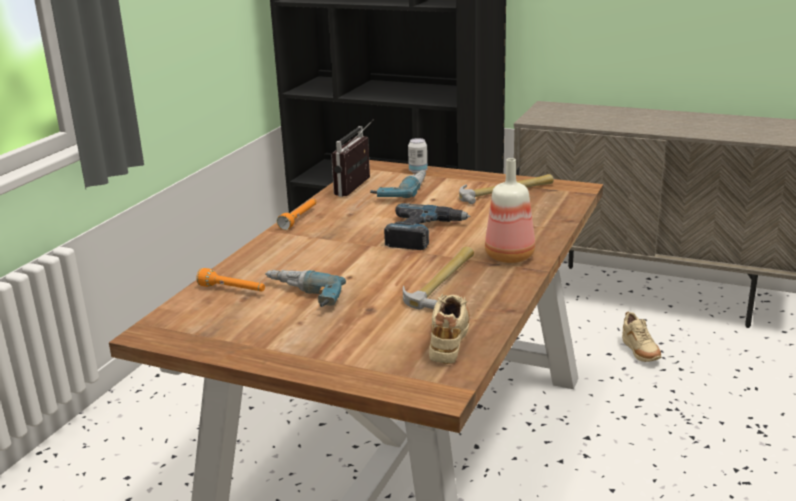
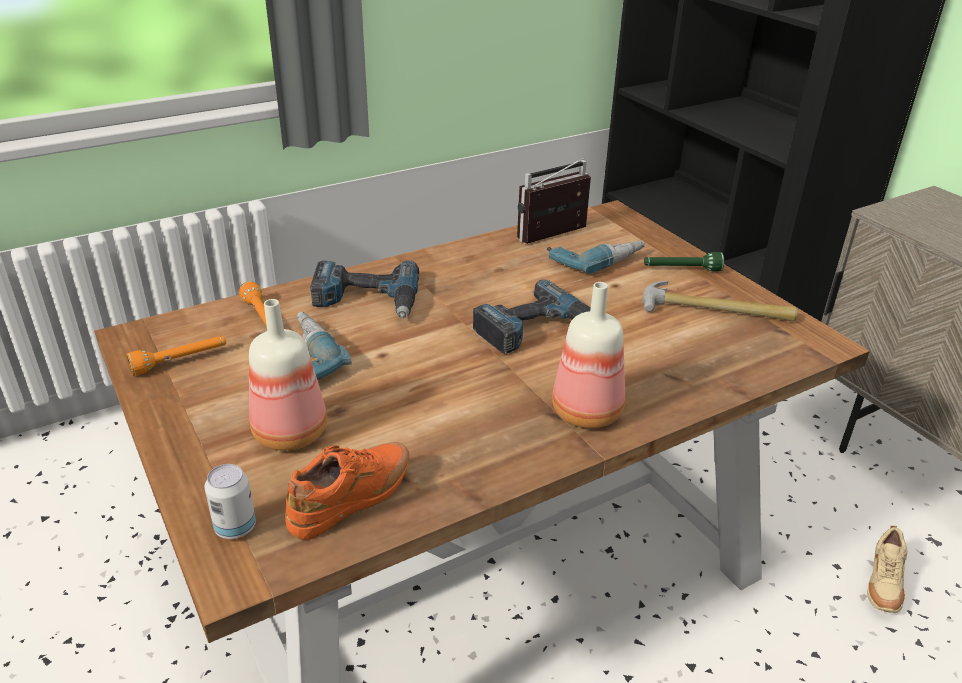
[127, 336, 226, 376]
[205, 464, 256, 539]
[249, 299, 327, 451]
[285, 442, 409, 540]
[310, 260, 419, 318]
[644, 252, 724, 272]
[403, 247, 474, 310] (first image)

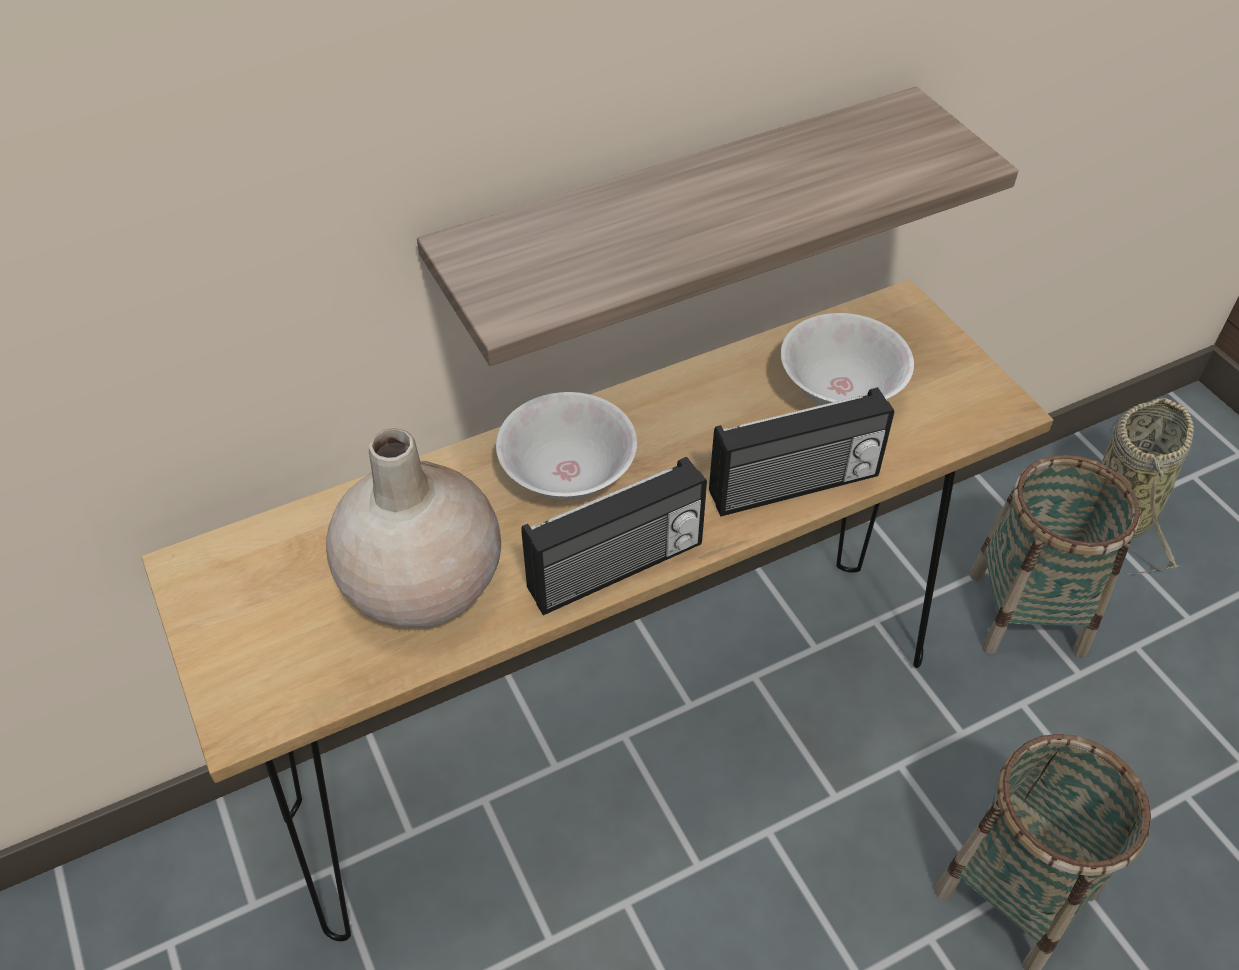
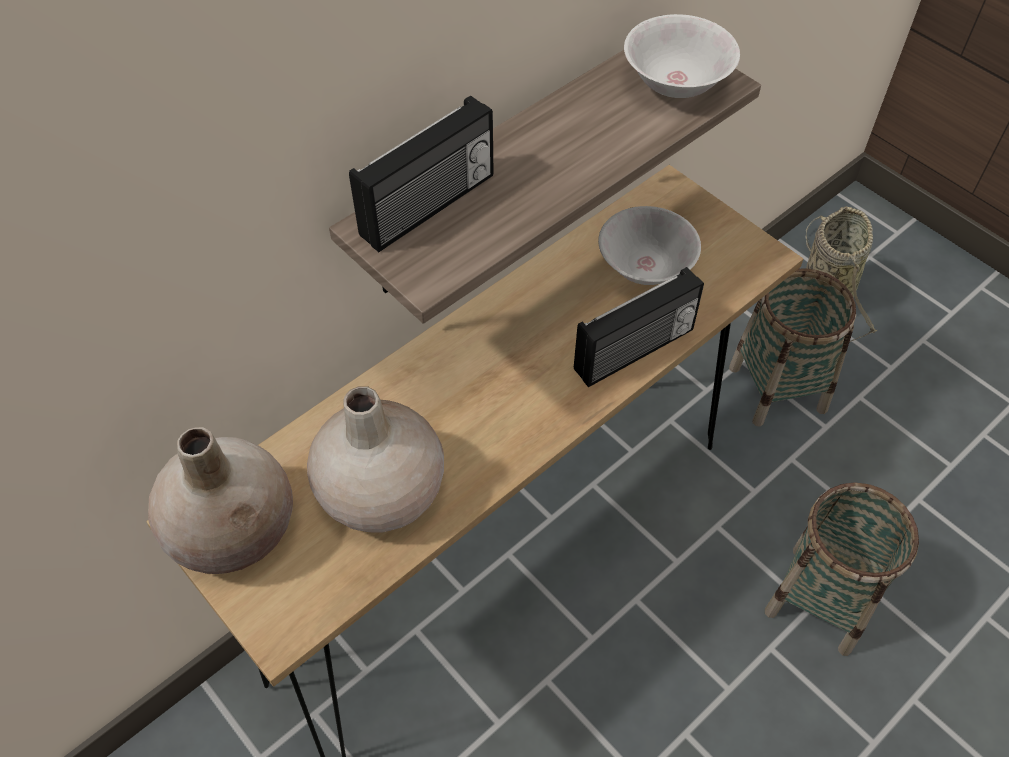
[148, 427, 293, 574]
[349, 95, 493, 252]
[624, 14, 740, 98]

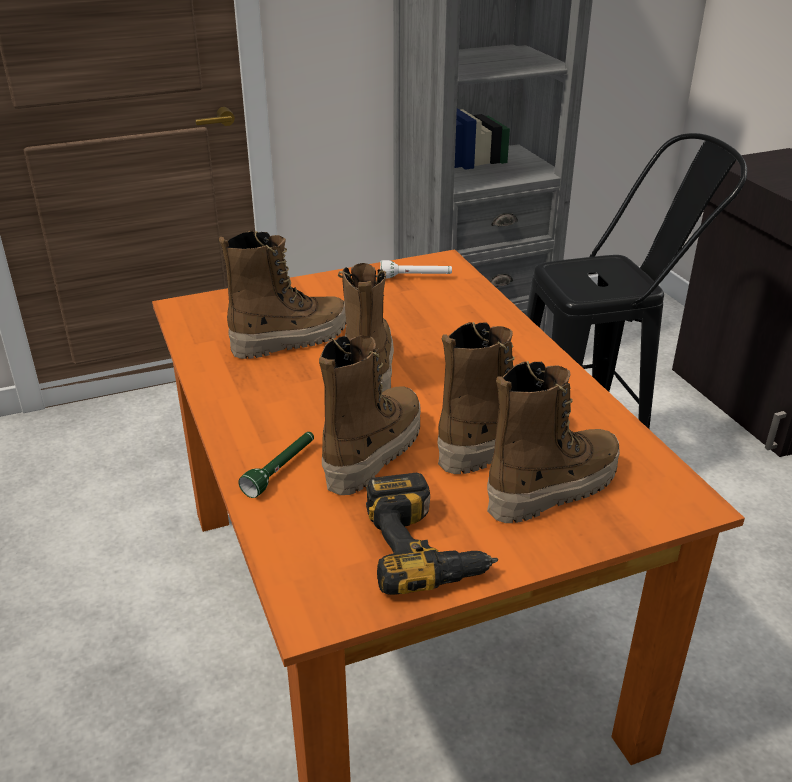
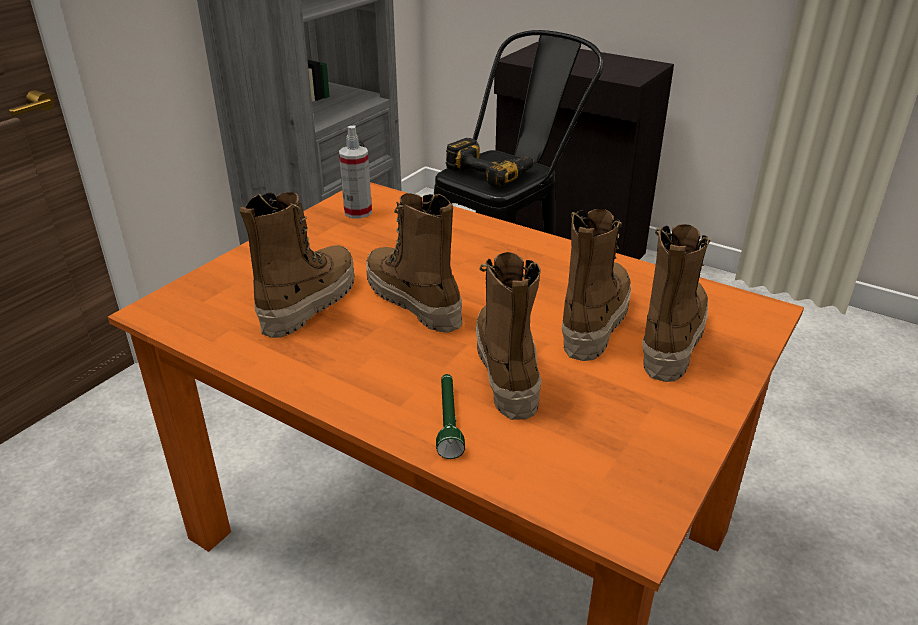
[339, 126, 372, 219]
[446, 138, 534, 187]

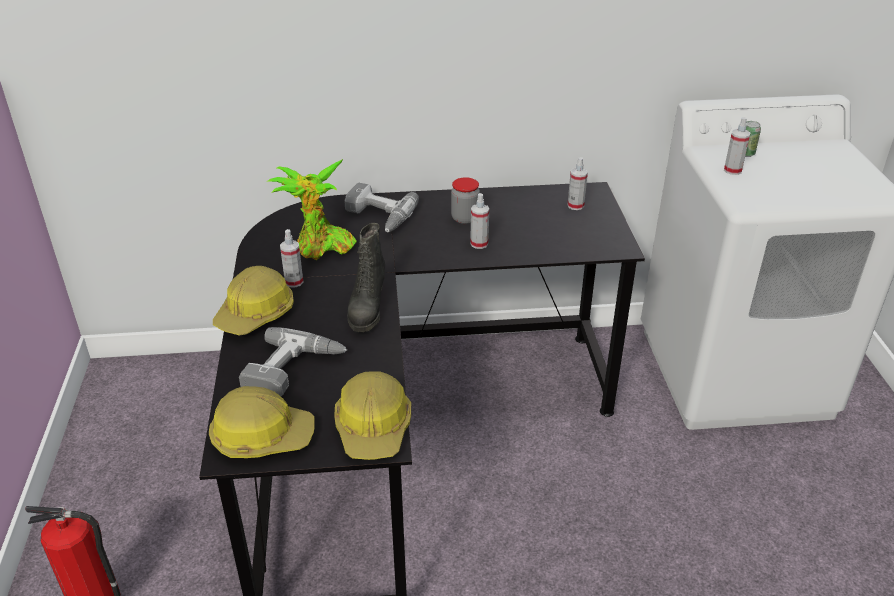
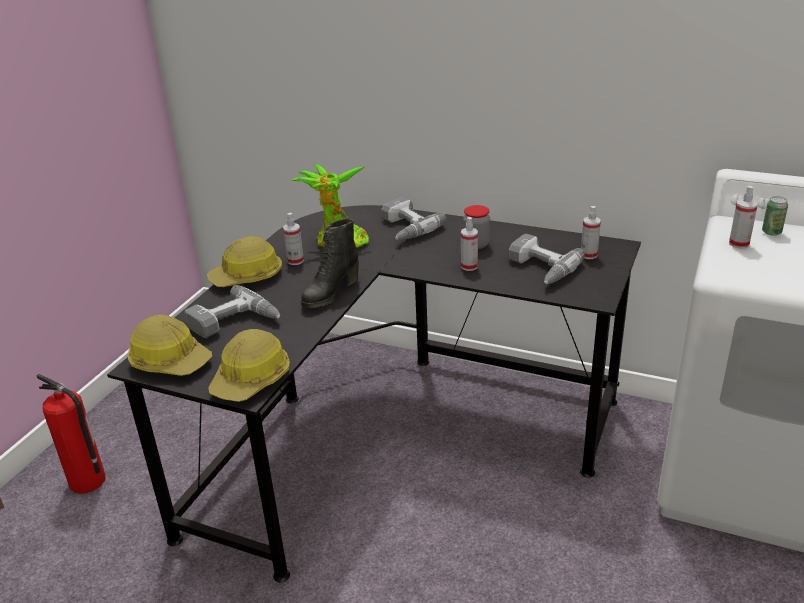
[509, 234, 585, 284]

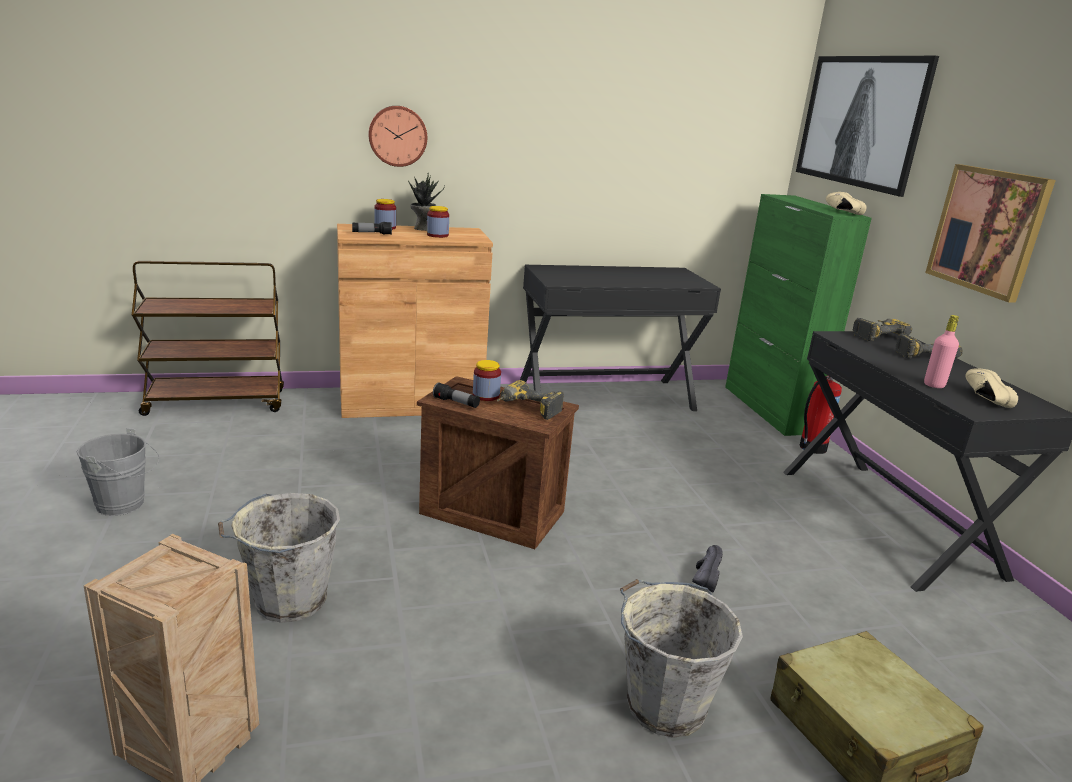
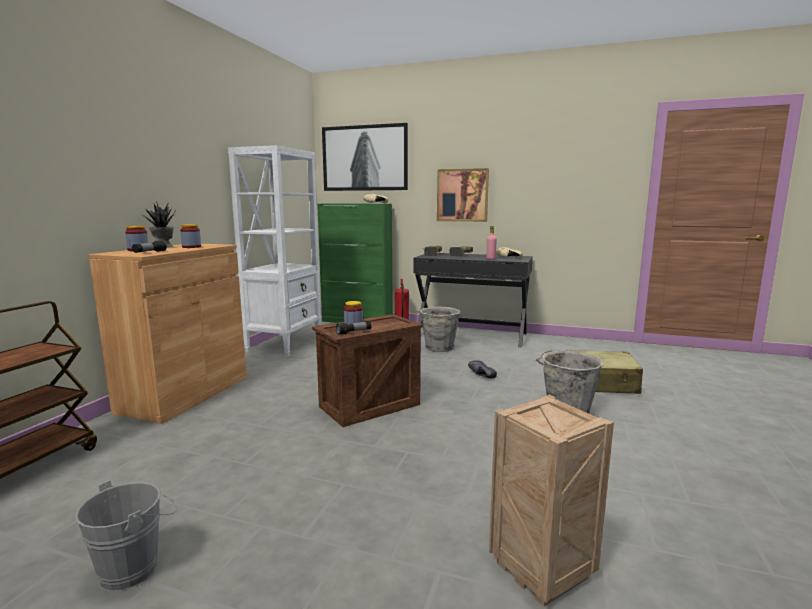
[228, 145, 321, 357]
[418, 307, 461, 352]
[368, 106, 427, 167] (first image)
[497, 380, 564, 420] (first image)

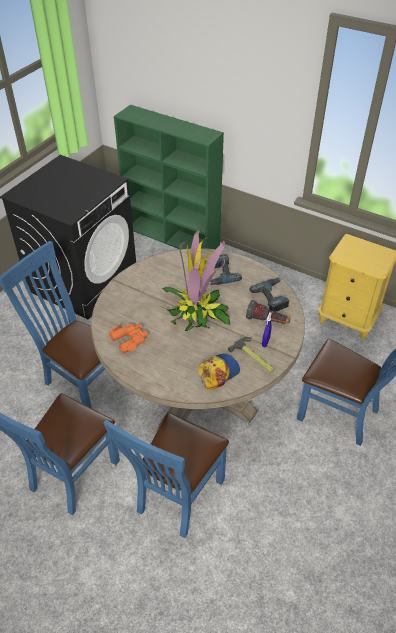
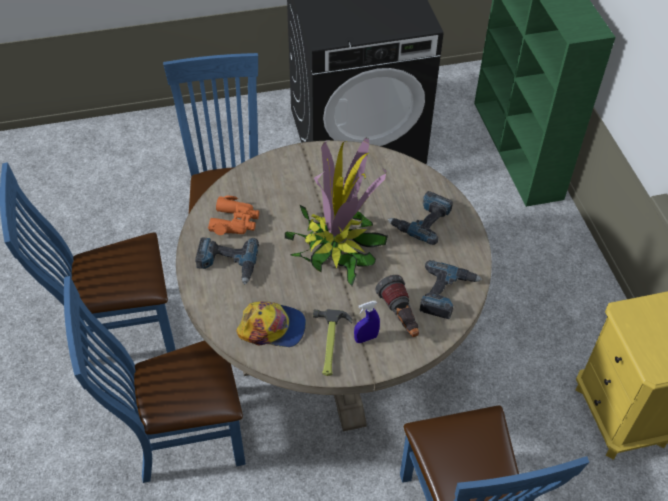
[195, 237, 259, 285]

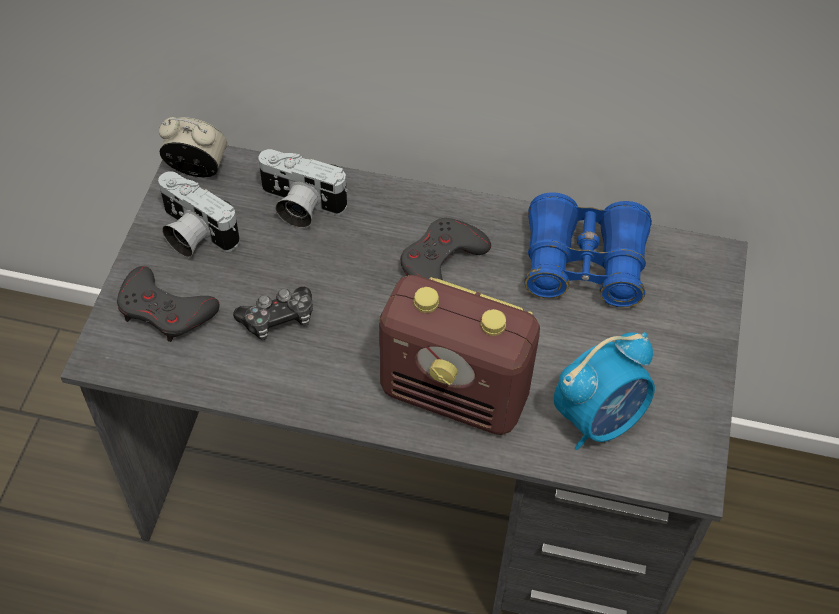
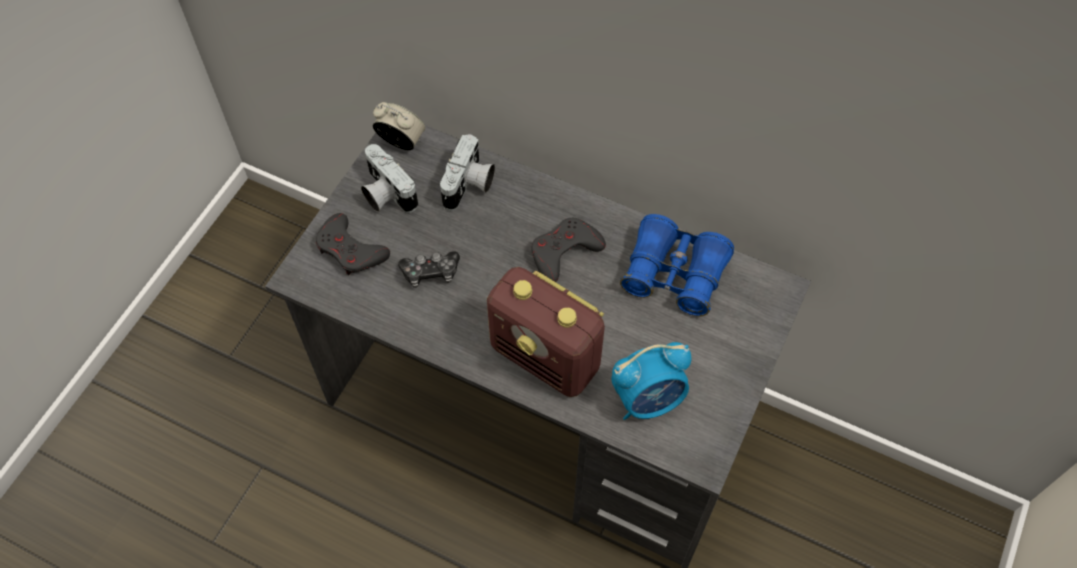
[440, 134, 495, 211]

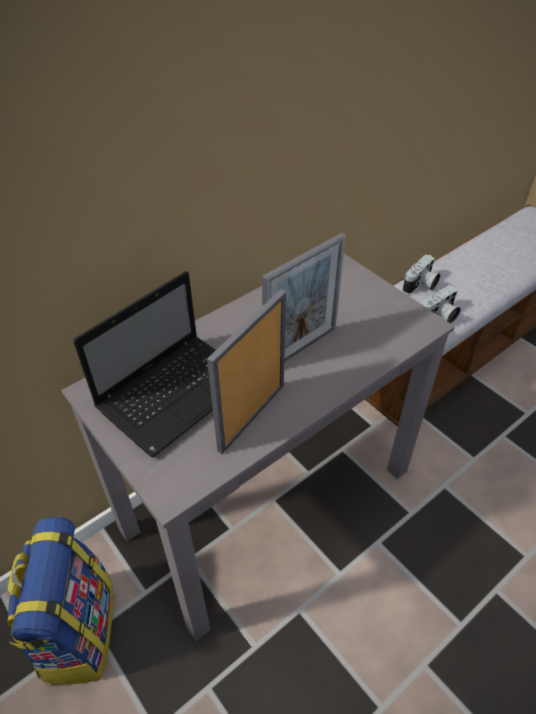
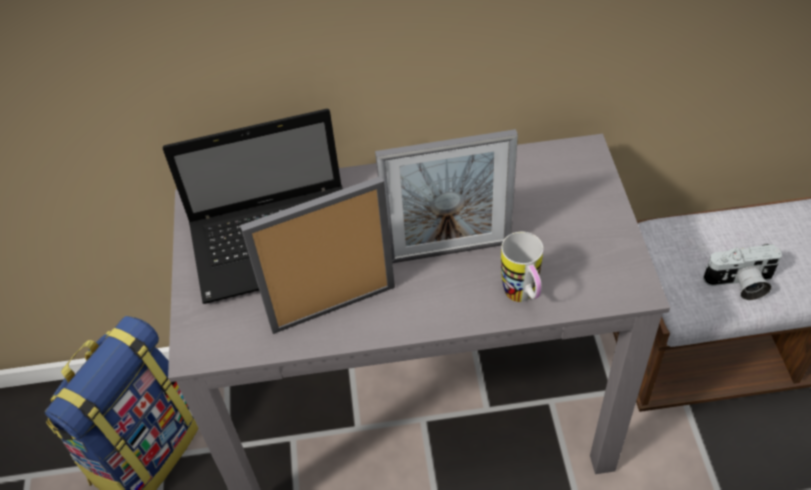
[501, 232, 543, 302]
[402, 254, 440, 294] (first image)

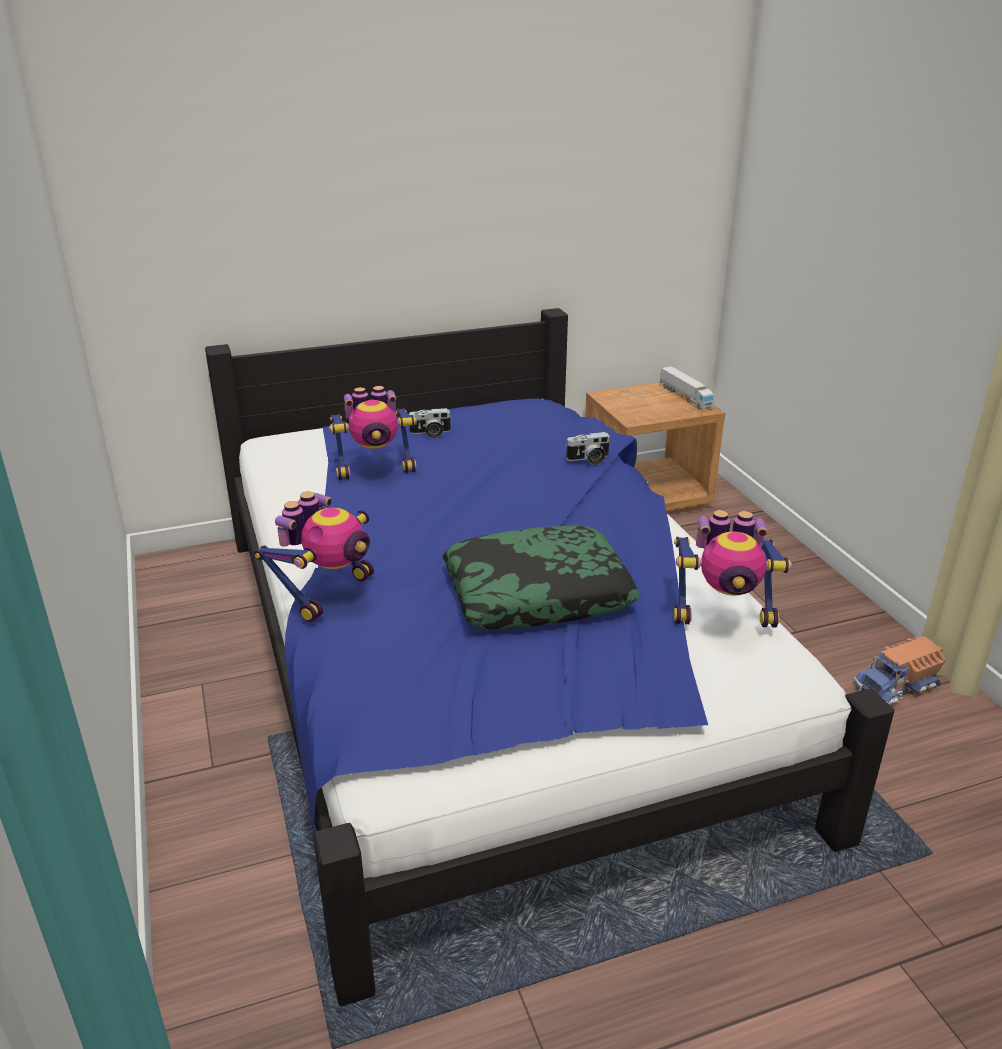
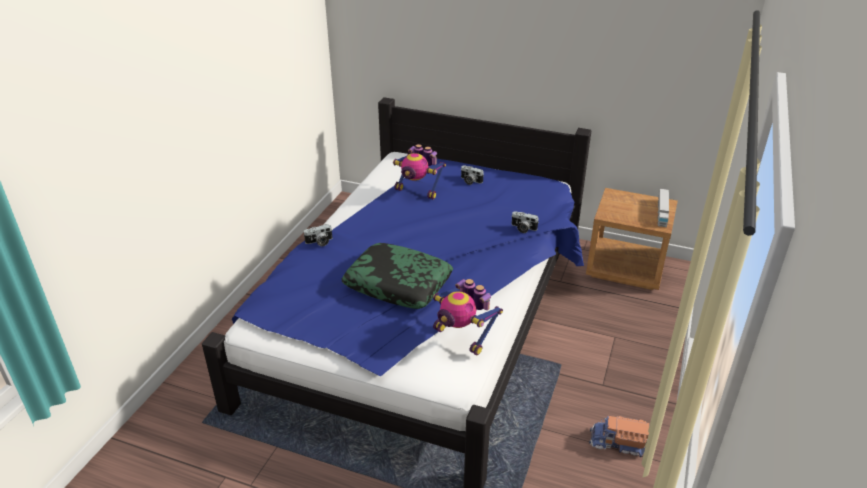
[304, 224, 333, 246]

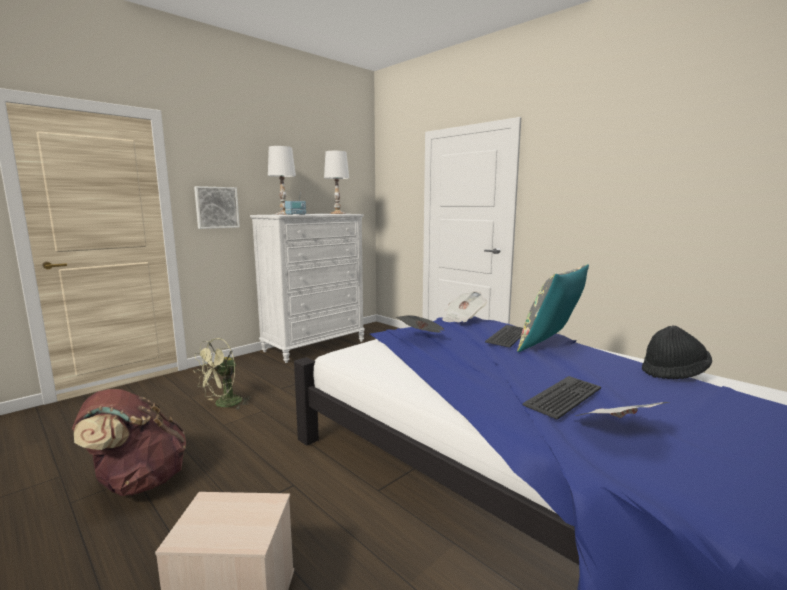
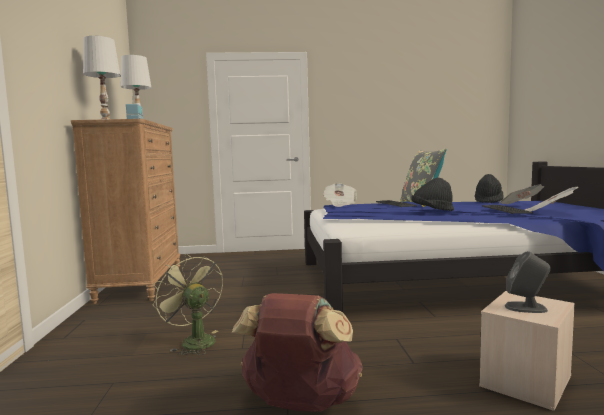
[71, 119, 180, 304]
[152, 254, 223, 355]
[411, 177, 454, 211]
[499, 184, 544, 204]
[505, 251, 551, 313]
[194, 186, 240, 229] (first image)

